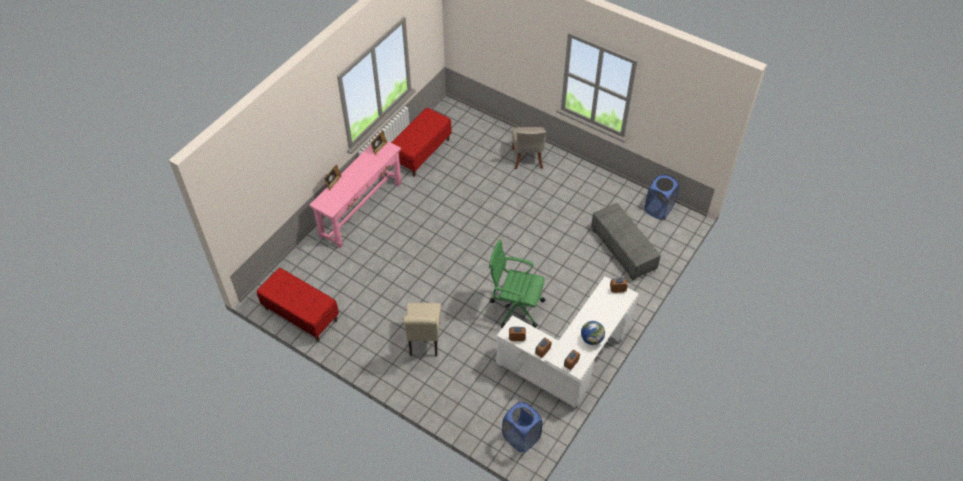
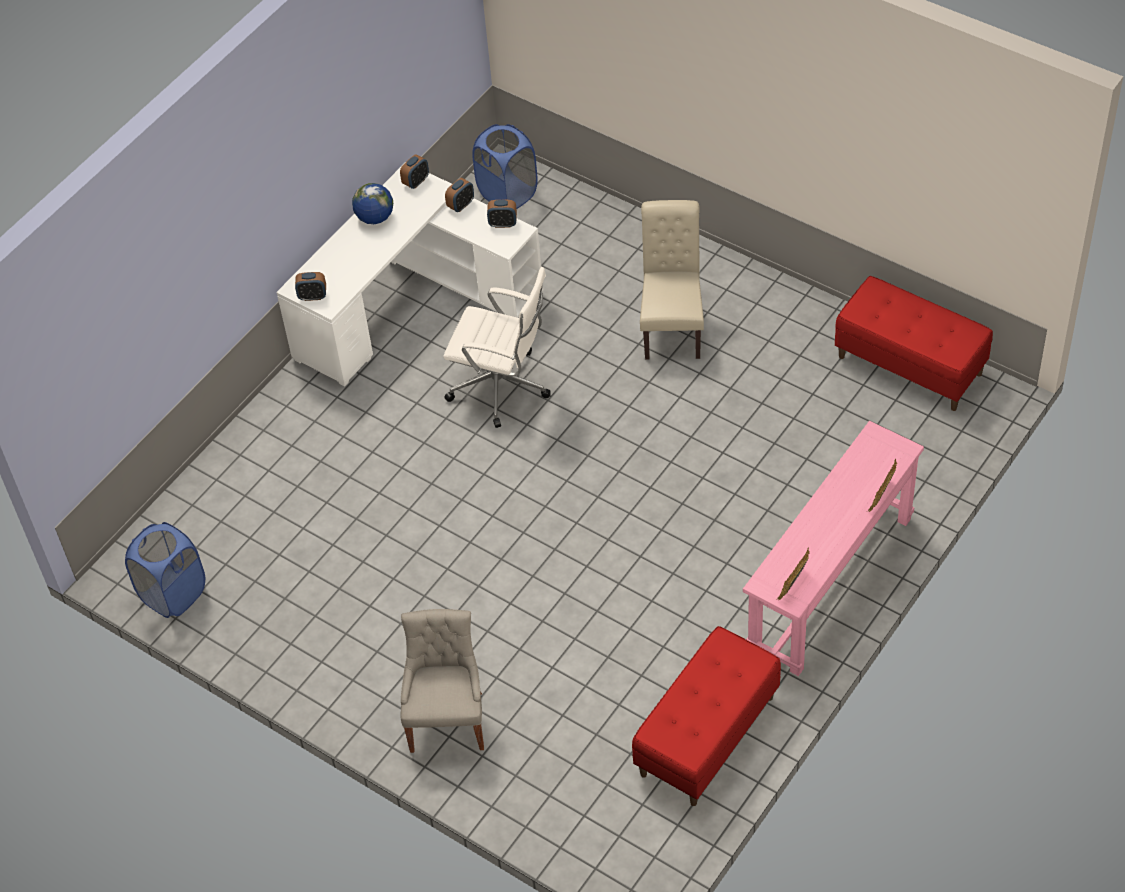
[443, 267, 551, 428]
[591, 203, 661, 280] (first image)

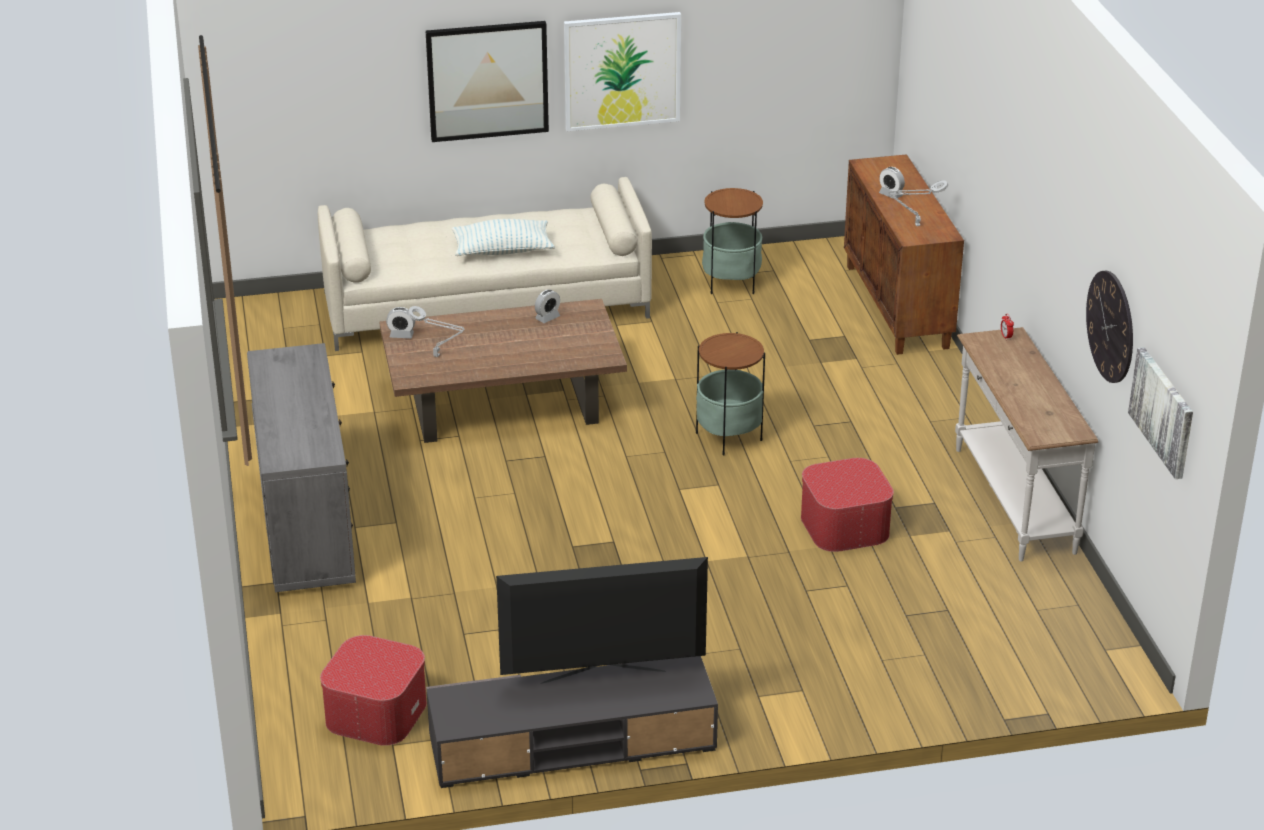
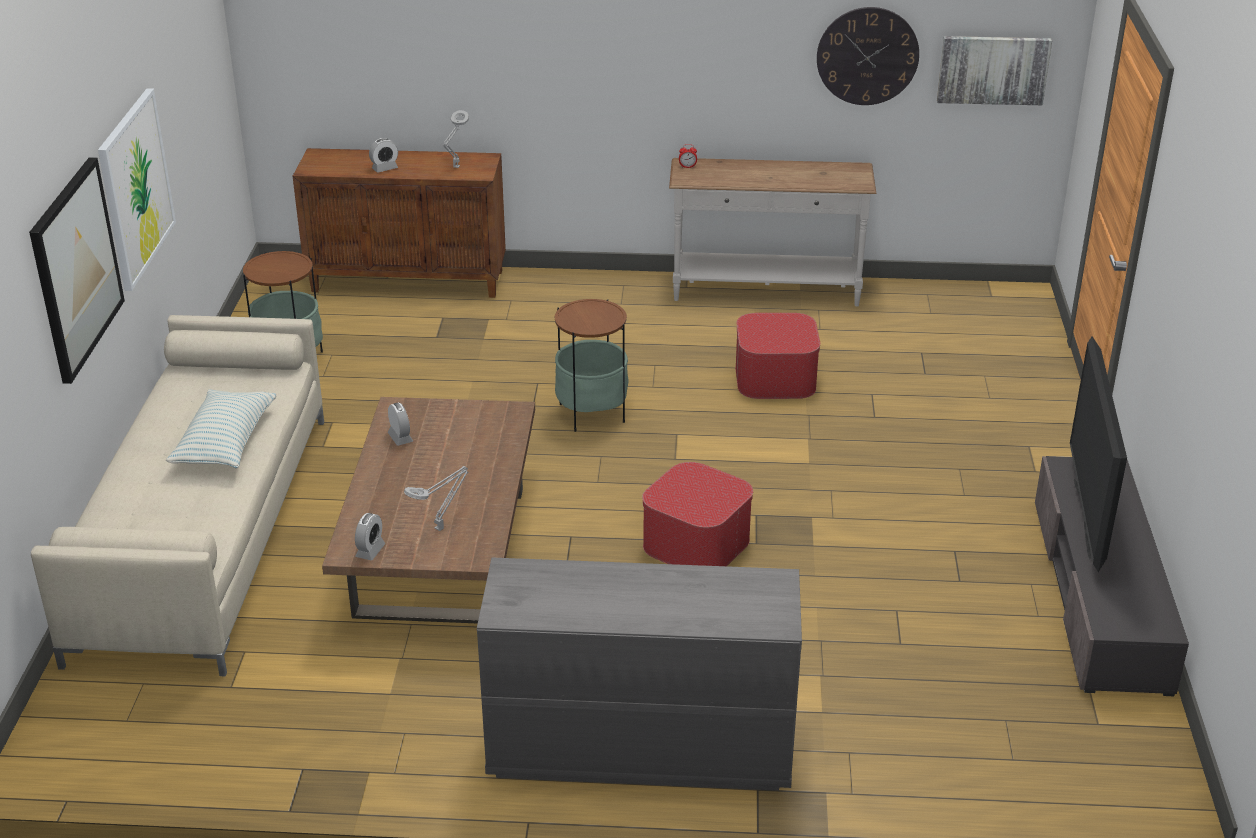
[642, 462, 753, 566]

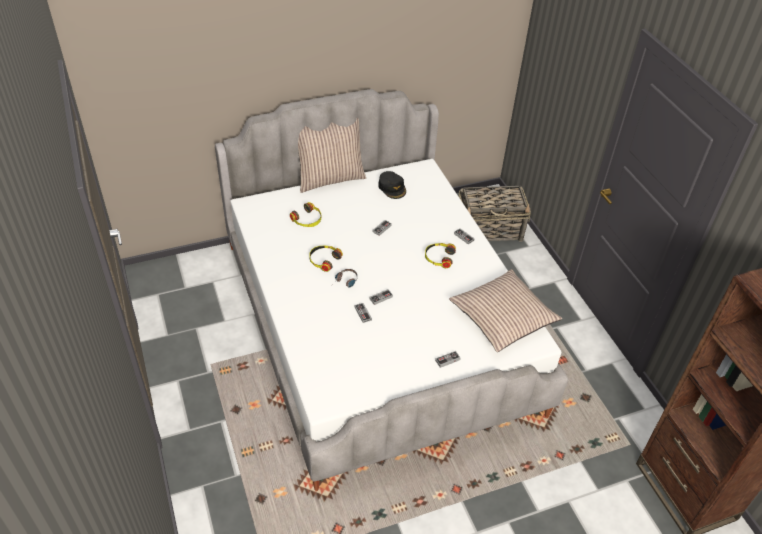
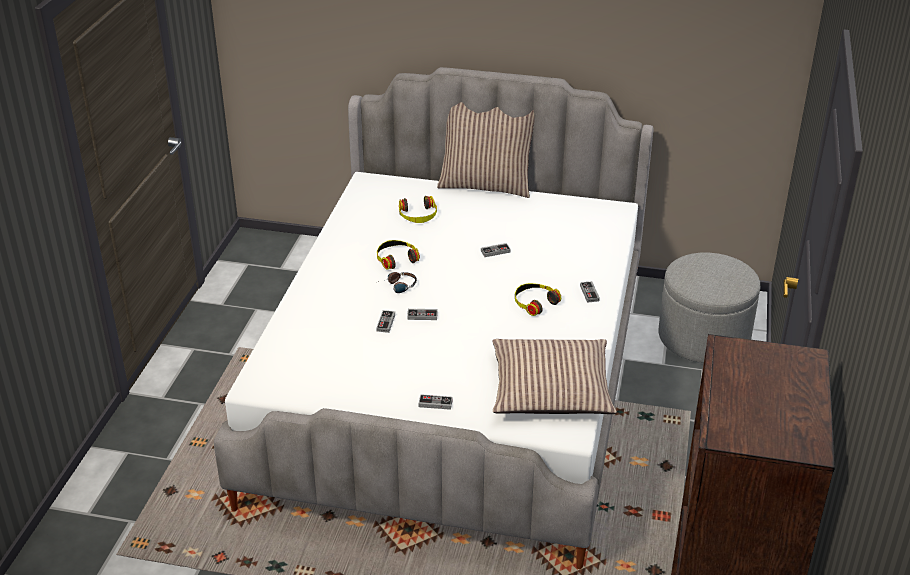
[658, 253, 760, 363]
[378, 171, 406, 199] (first image)

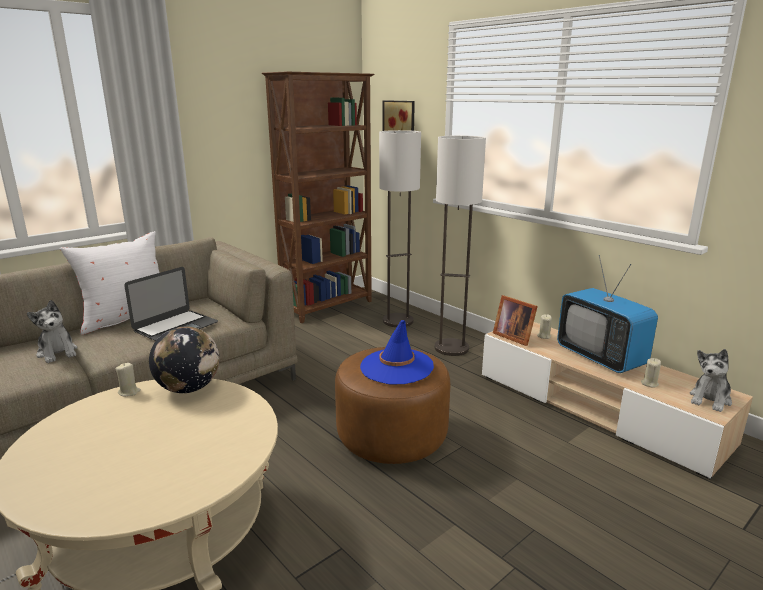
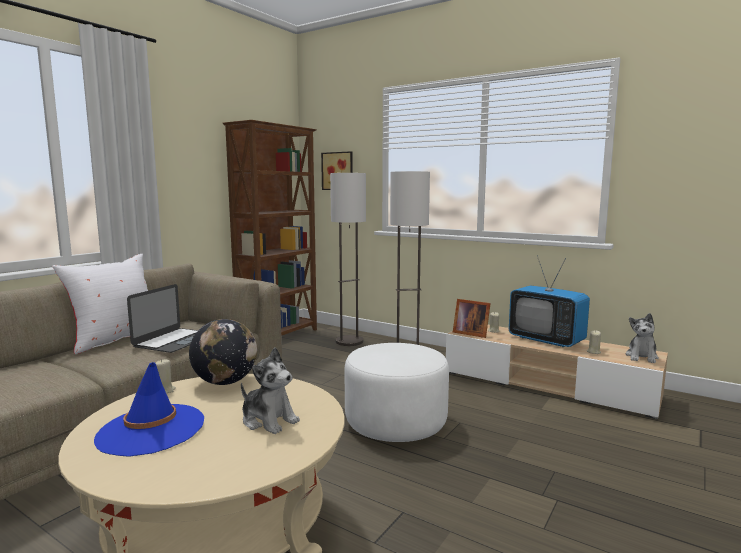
[94, 362, 204, 457]
[241, 348, 300, 434]
[345, 343, 449, 442]

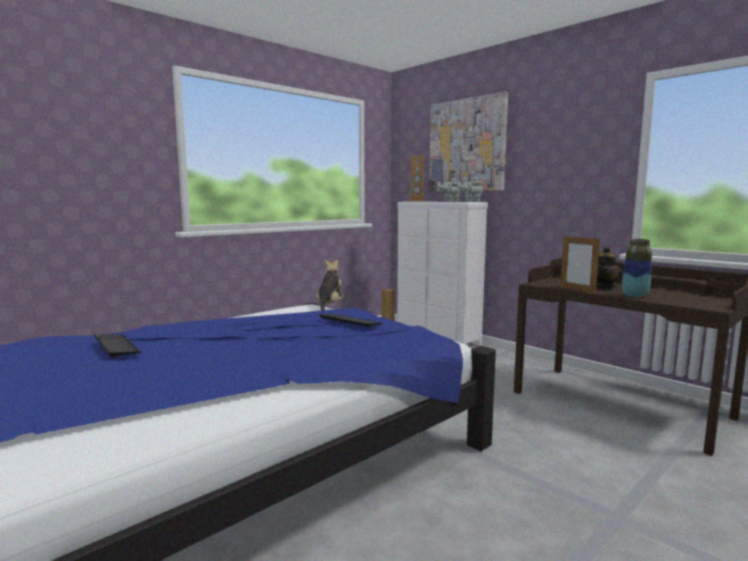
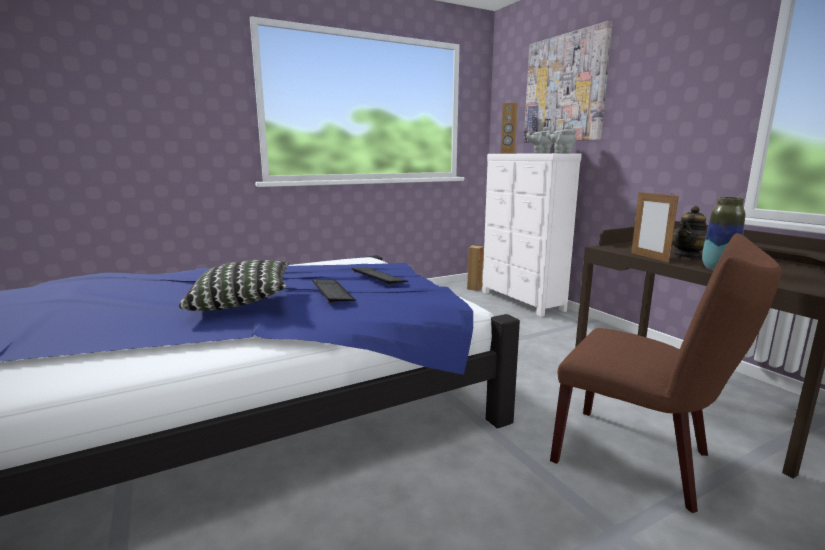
[179, 260, 289, 311]
[311, 279, 356, 303]
[550, 233, 782, 513]
[316, 260, 345, 310] (first image)

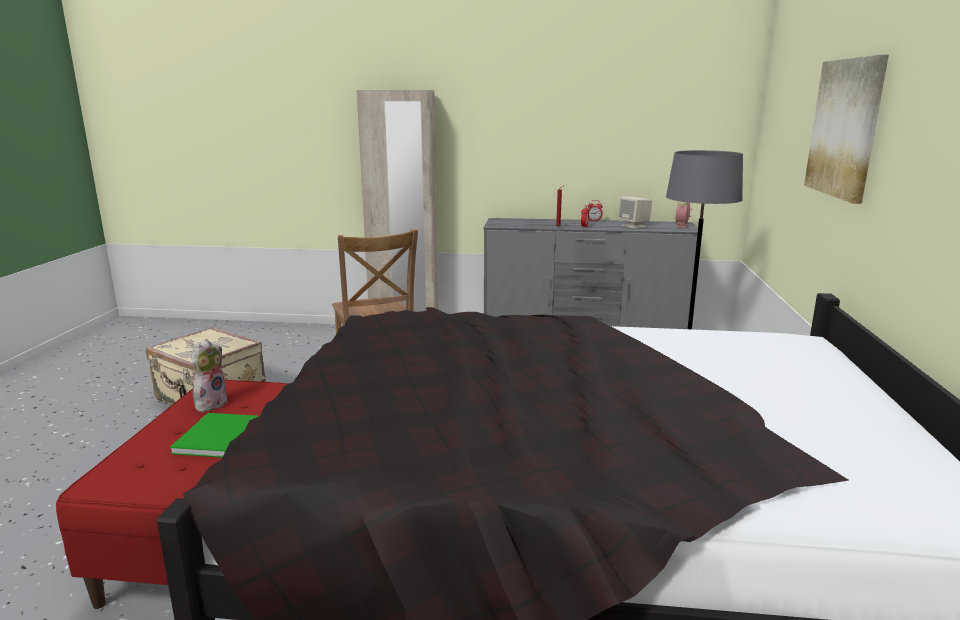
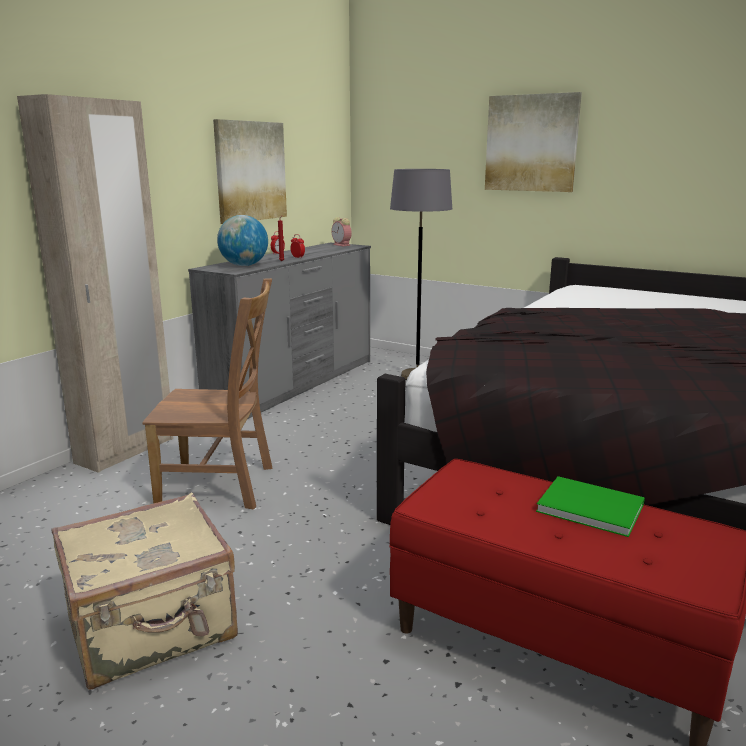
[213, 119, 287, 224]
[217, 215, 268, 266]
[192, 339, 227, 412] (first image)
[618, 197, 652, 229] (first image)

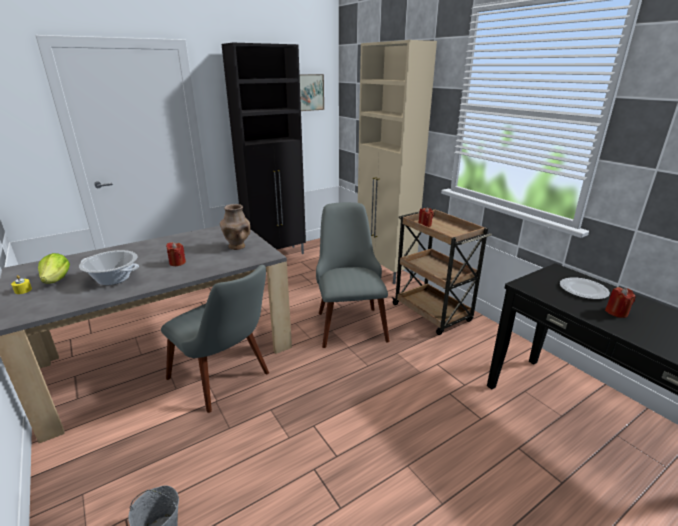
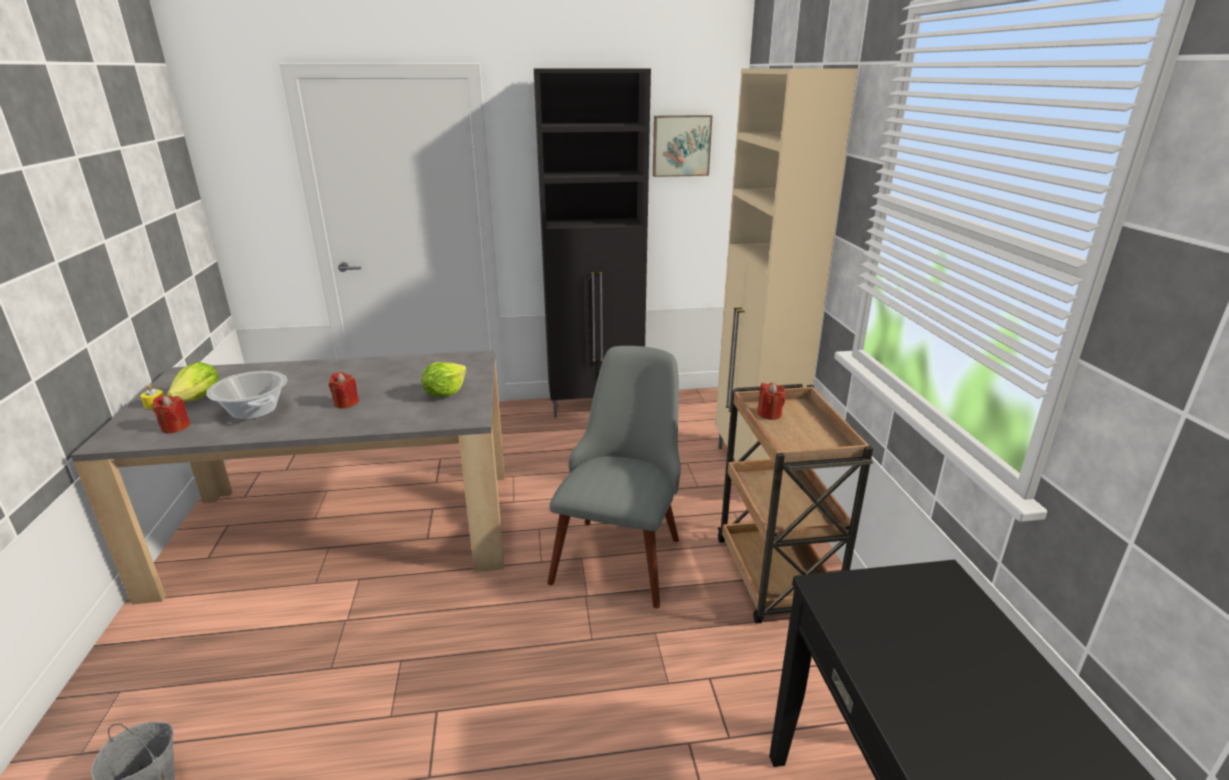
[153, 395, 190, 434]
[421, 362, 467, 397]
[161, 265, 269, 413] (first image)
[560, 277, 610, 299] (first image)

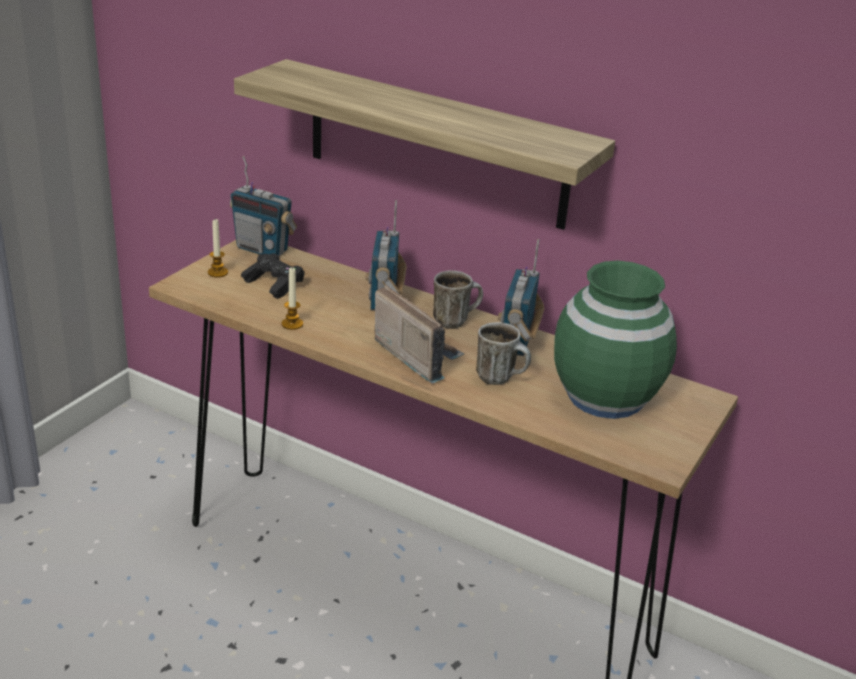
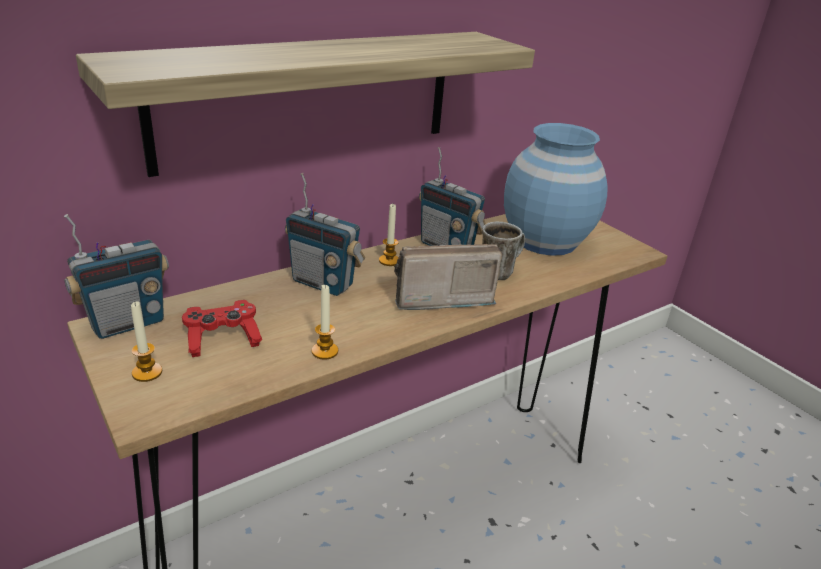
[182, 300, 262, 357]
[379, 204, 399, 266]
[504, 123, 607, 256]

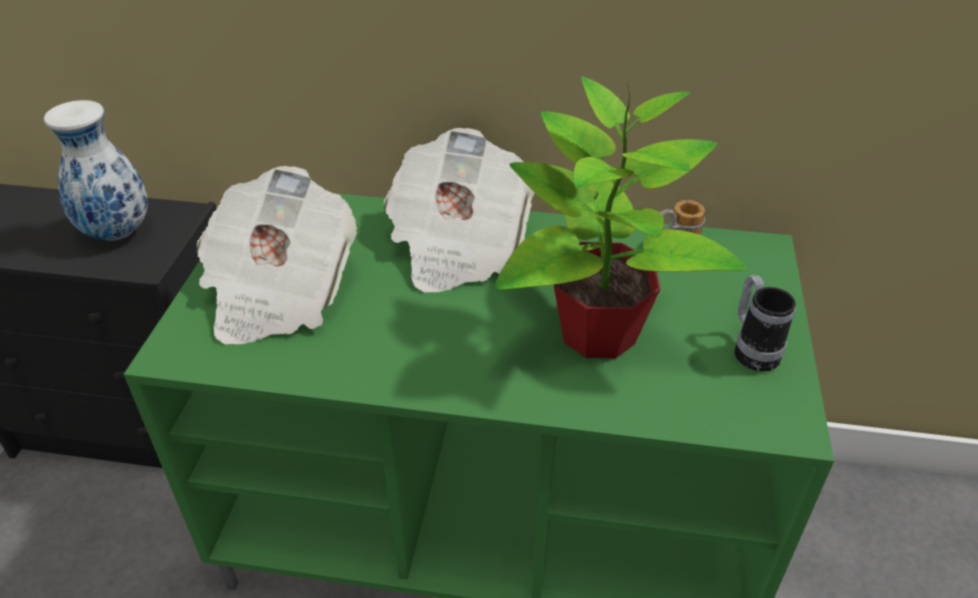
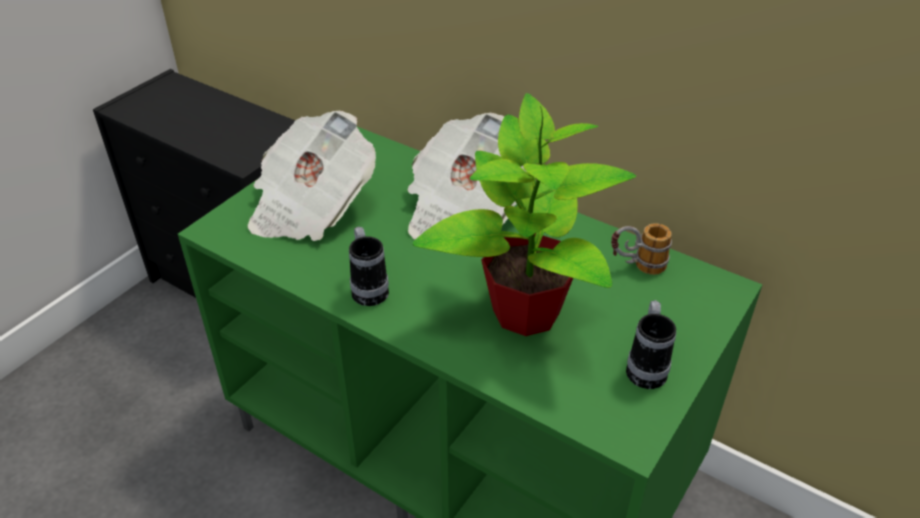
[349, 226, 389, 306]
[44, 100, 148, 241] (first image)

